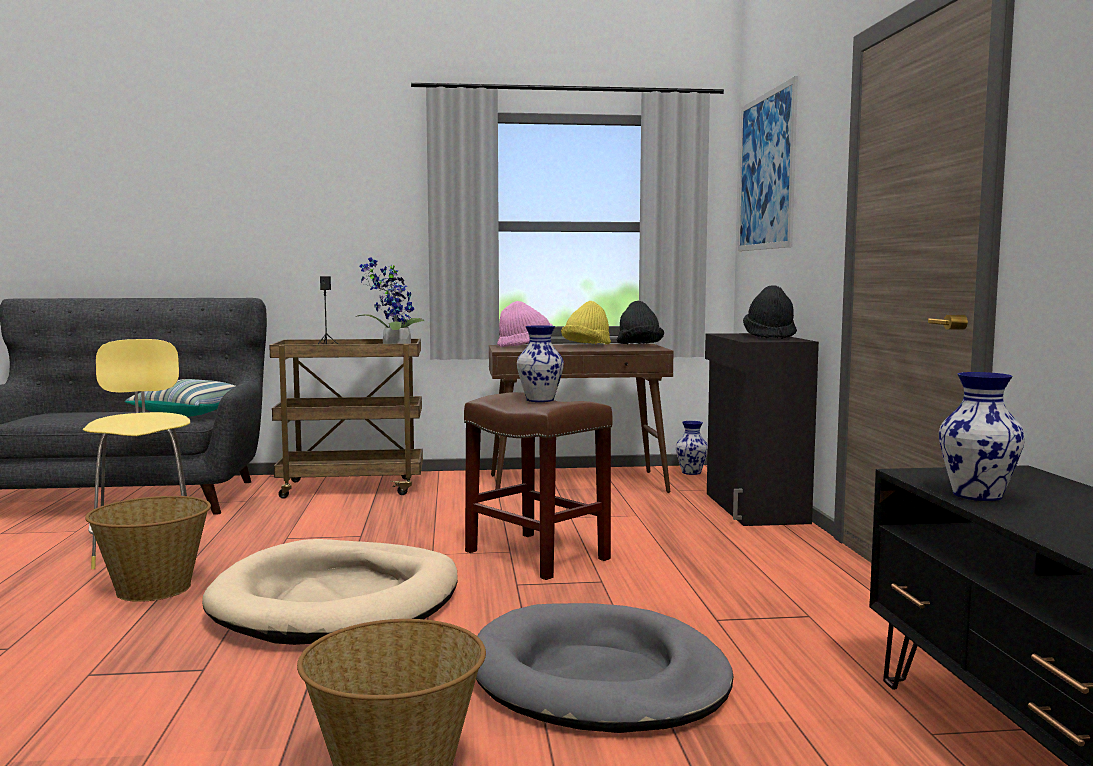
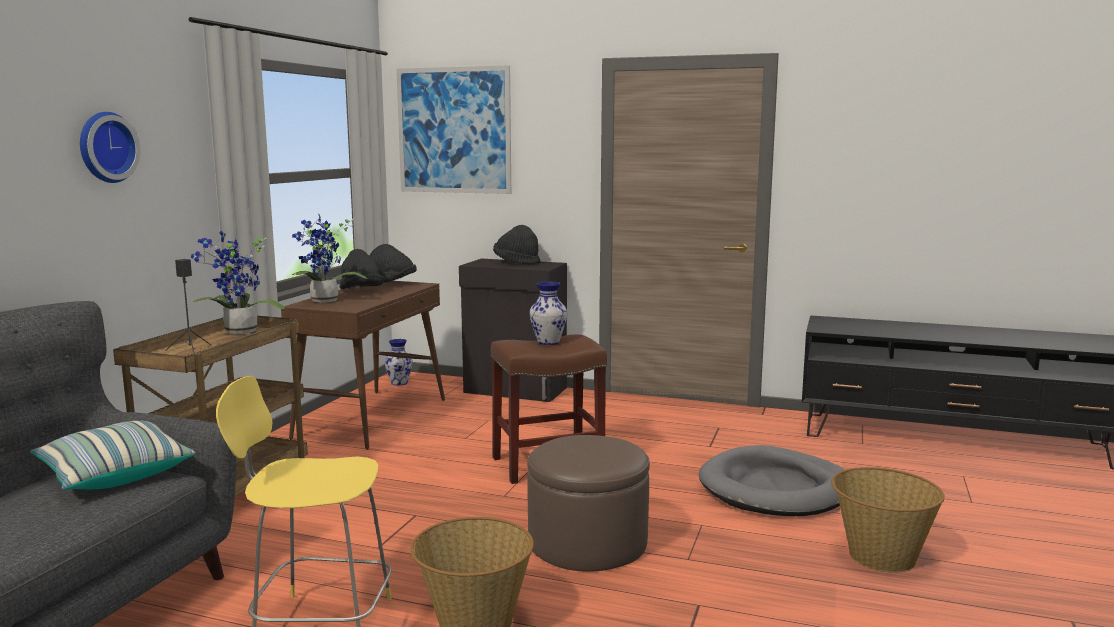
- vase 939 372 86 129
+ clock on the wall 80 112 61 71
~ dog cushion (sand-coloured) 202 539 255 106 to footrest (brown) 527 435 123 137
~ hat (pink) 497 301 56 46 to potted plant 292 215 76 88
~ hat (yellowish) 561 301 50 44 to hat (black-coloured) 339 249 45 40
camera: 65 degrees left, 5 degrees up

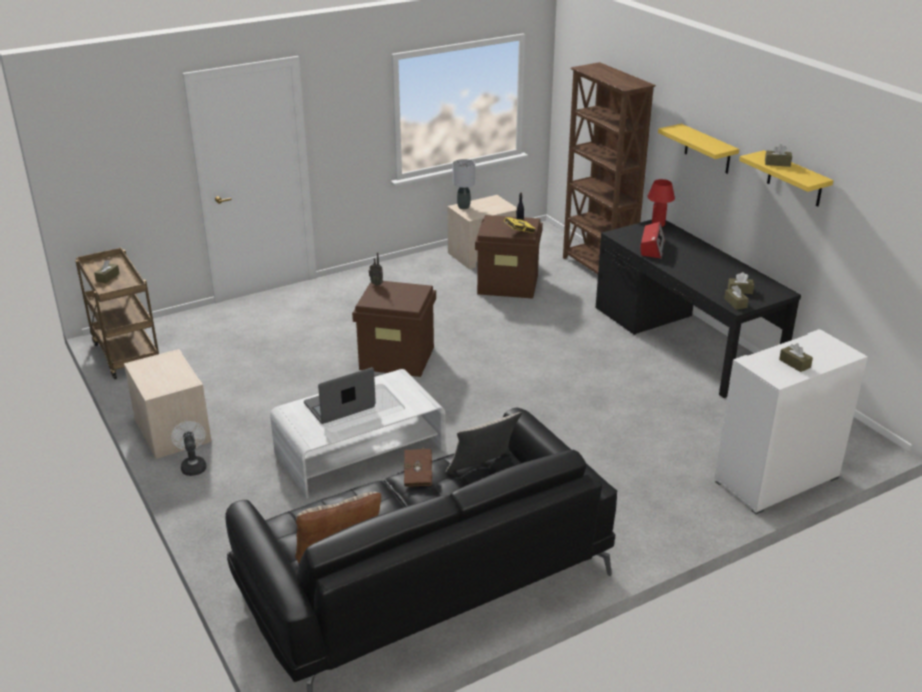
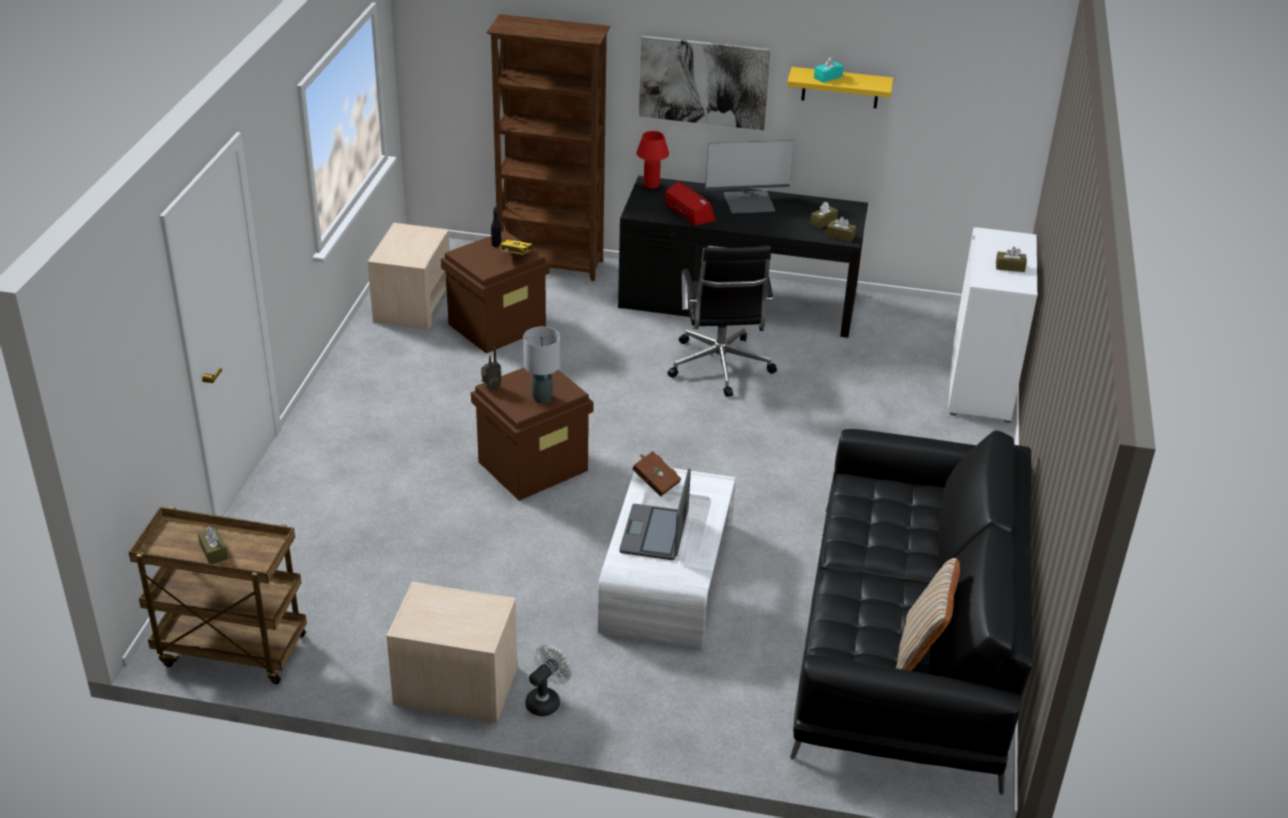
- pillow (sand-coloured) 445 412 77 62
+ office chair (black-coloured) 667 246 110 151
+ computer display 705 140 89 73
~ volume (brown) 404 448 28 39 to 632 451 49 46
~ lamp for a table (greyish) 453 159 22 50 to 523 327 37 76
~ bracket shelf (yellowish) 658 124 81 50 to wall picture 639 36 132 94
~ tissue holder (brown) 765 144 27 23 to tissue holder (turquoise-coloured) 814 56 30 27
~ fan (whitish) 171 421 36 55 = 525 644 47 72 105 degrees clockwise
camera: 50 degrees left, 5 degrees up

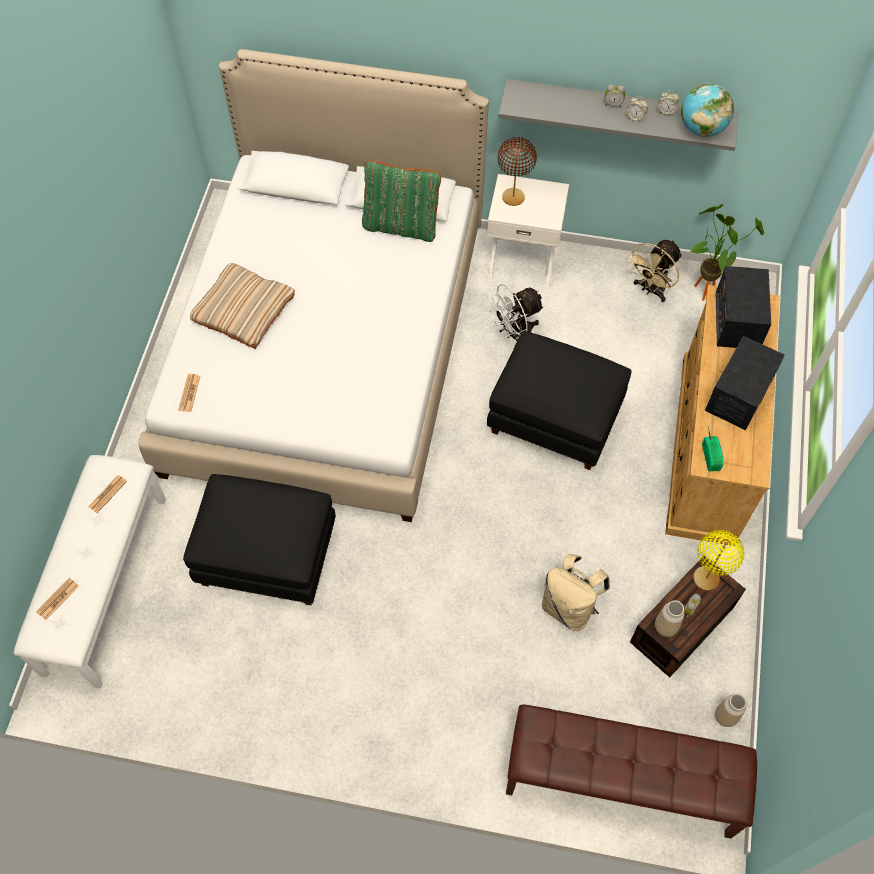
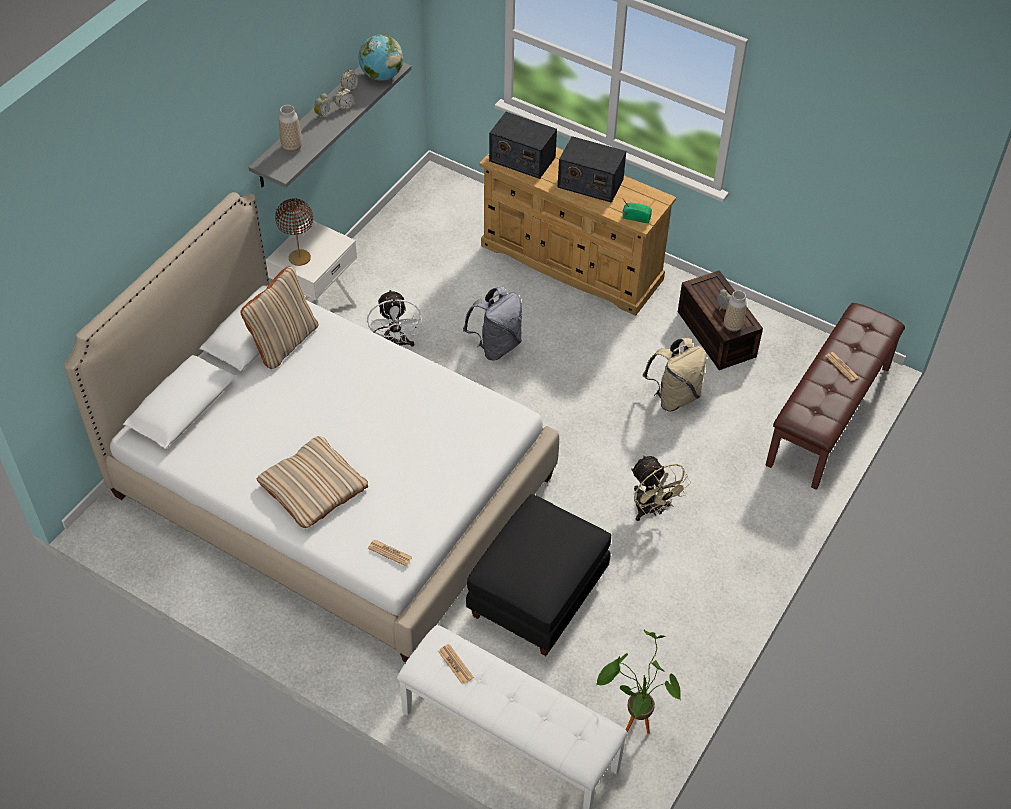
- lamp for a table (yellowish) 693 530 51 61
~ newspaper 36 578 43 42 to 825 352 34 30
~ fan (sand-coloured) 626 240 56 62 to 631 455 60 66
~ potted plant 689 204 75 97 to 596 630 85 104
~ vase 715 694 31 33 to 279 105 23 47
~ footrest (black-coloured) 487 331 145 139 to knapsack (greyish) 463 287 59 74
~ pillow (green-coloured) 362 160 79 82 to pillow (sand-coloured) 241 266 78 103
~ radio receiver 705 336 80 94 = 557 136 69 67 150 degrees clockwise
camera: 70 degrees left, 10 degrees down

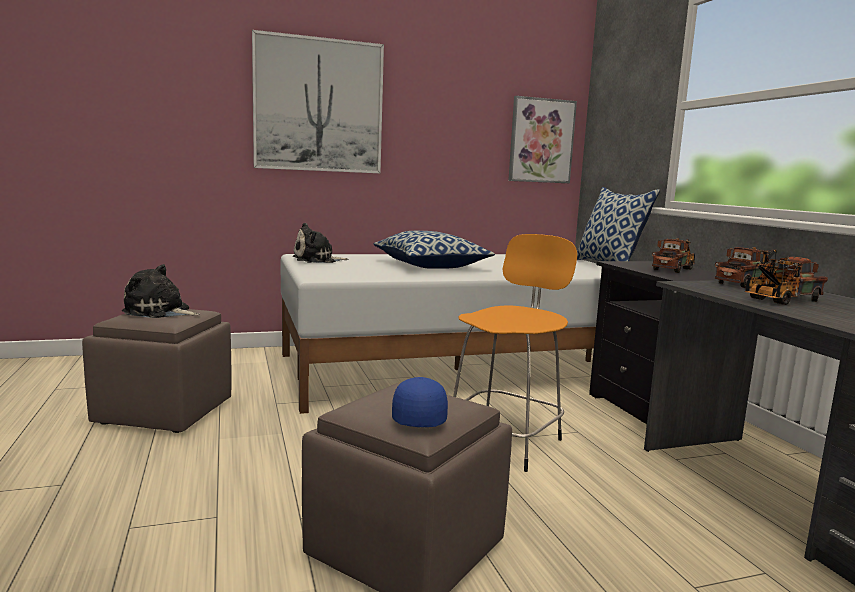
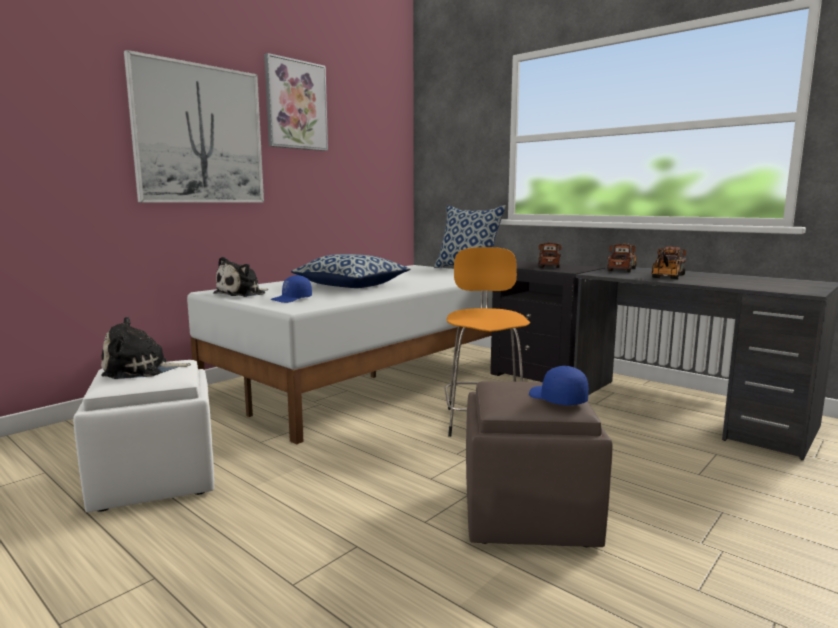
+ baseball cap (blue-coloured) 270 275 42 28
~ wall picture 508 96 69 87 to 264 53 64 98
~ footrest (brown) 82 309 149 124 to footrest (whitish) 73 360 141 152
camera: 30 degrees left, 0 degrees up

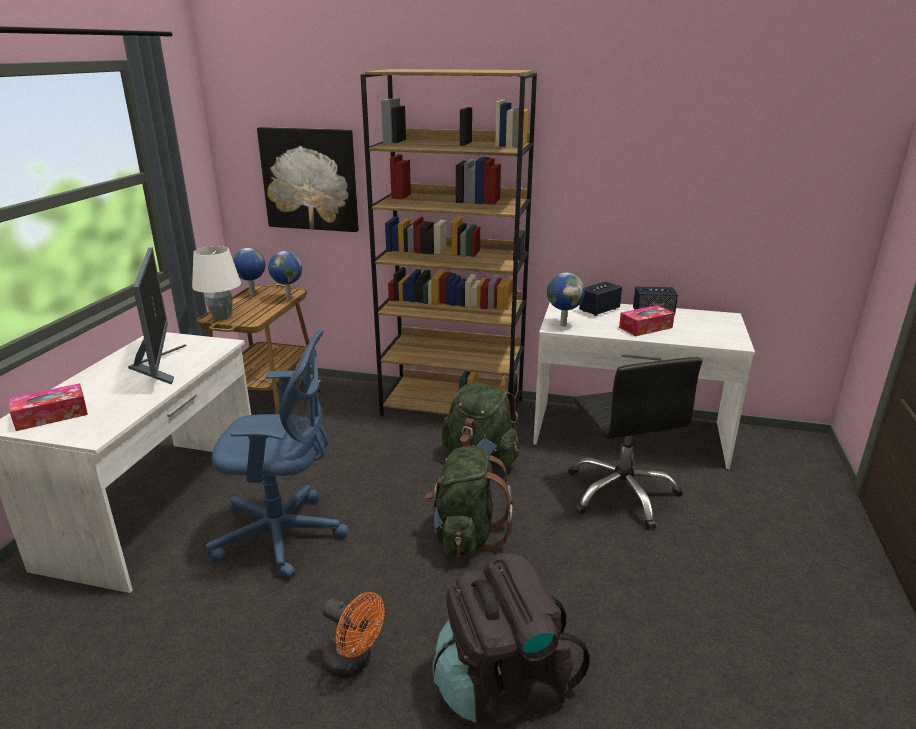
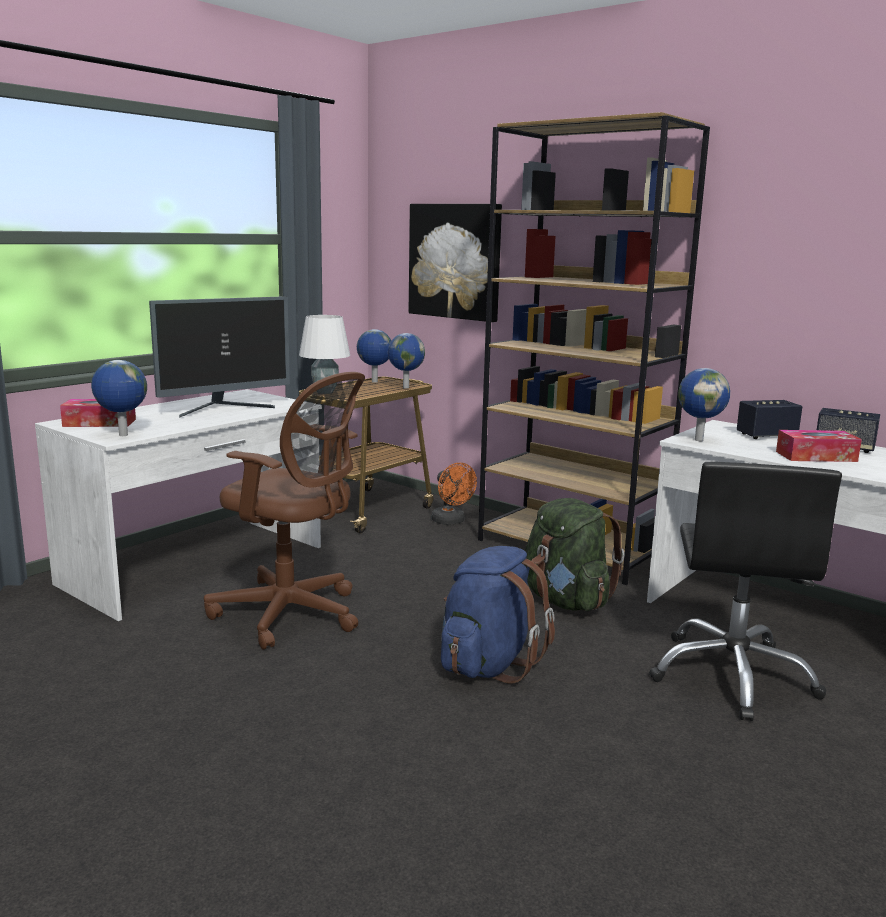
- knapsack (black-coloured) 432 553 158 172
+ world globe 91 360 56 76
~ fan (orange-coloured) 322 592 63 86 to 431 463 46 62
~ office chair (blue-coloured) 206 329 143 251 to office chair (brown) 204 372 161 278
~ knapsack (green-coloured) 425 446 88 111 to knapsack (blue-coloured) 441 546 114 138
~ computer display 128 247 58 138 = 149 296 141 122 45 degrees clockwise
camera: 25 degrees right, 10 degrees down

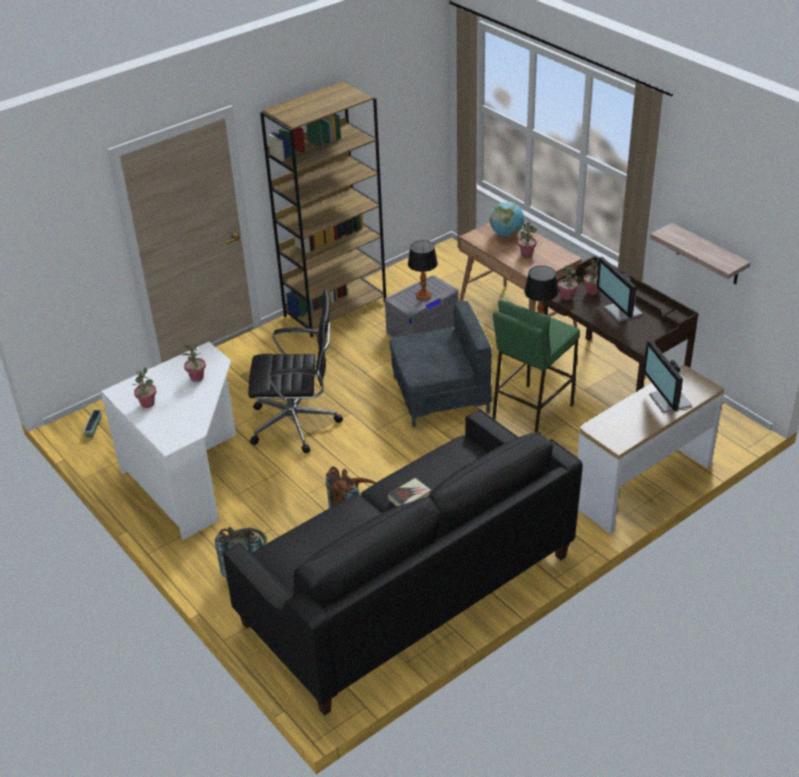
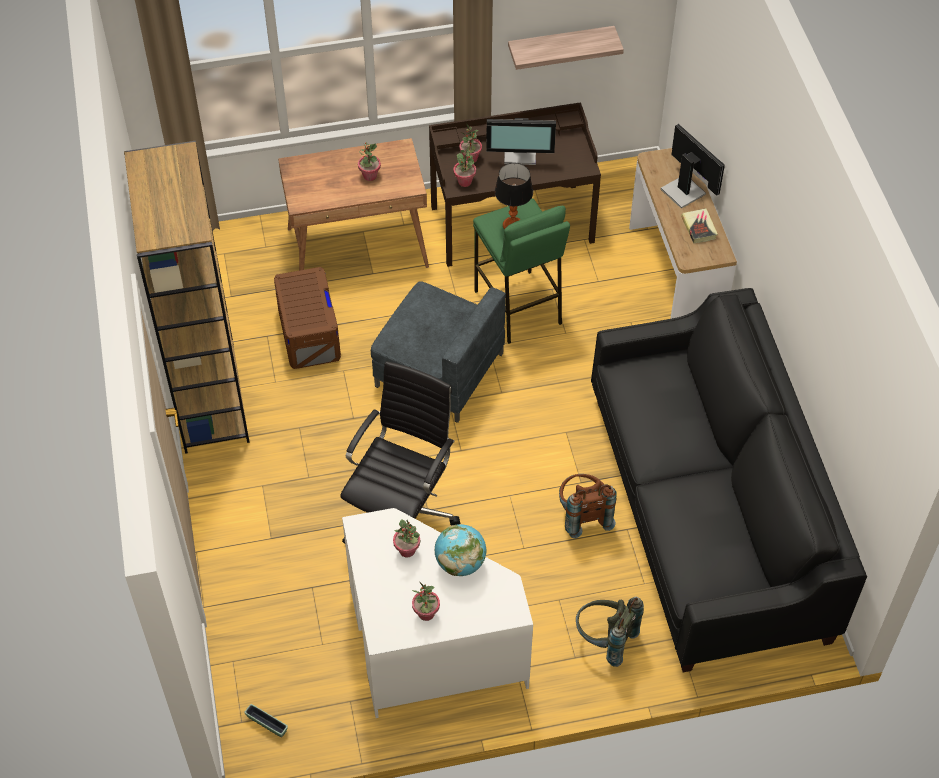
- lamp for a table 408 240 30 60
~ volume 388 478 43 28 to 681 208 37 35
~ world globe 490 202 34 35 to 435 524 52 52
~ storage bin (greyish) 385 275 74 62 to storage bin (brown) 274 267 67 102
~ lounge chair (greyish) 390 301 102 126 = 371 281 135 142 105 degrees clockwise
~ computer display 643 339 49 75 = 661 124 64 84 135 degrees counterclockwise
camera: 65 degrees left, 15 degrees up

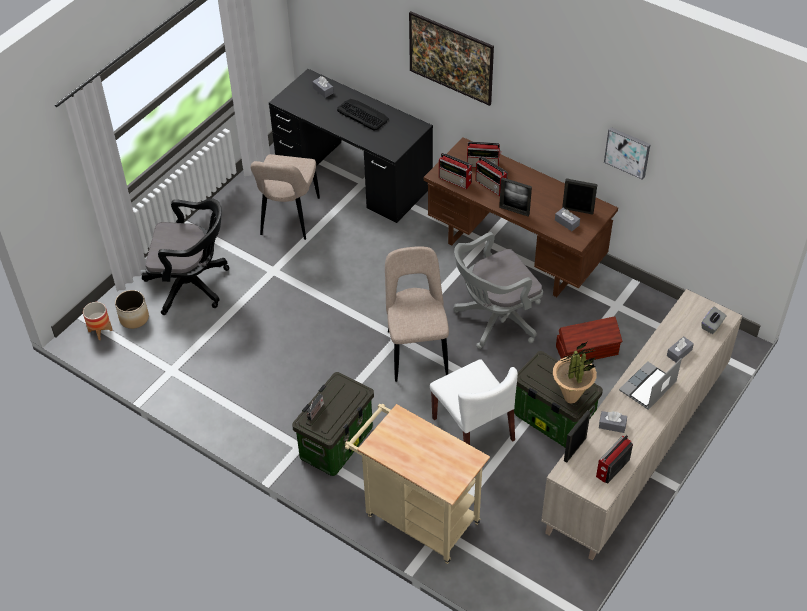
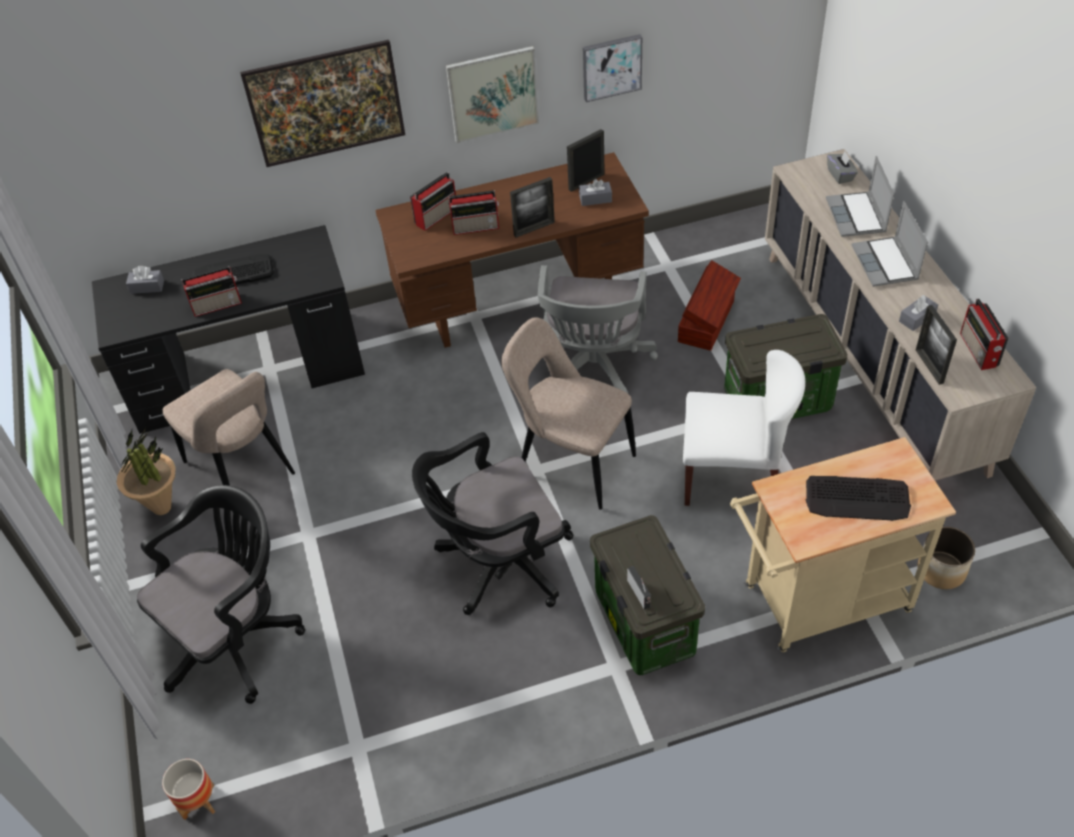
+ office chair (black-coloured) 412 432 161 183
+ wall picture 446 46 93 97
+ keyboard 806 476 105 45
~ plant pot 115 290 34 39 to 917 526 58 63
~ radio receiver 439 153 33 36 to 181 266 61 51
~ potted plant 553 341 44 62 to 117 428 59 87
~ tissue holder (greyish) 667 336 27 26 to portable computer 826 156 68 81
camera: 50 degrees left, 0 degrees up

